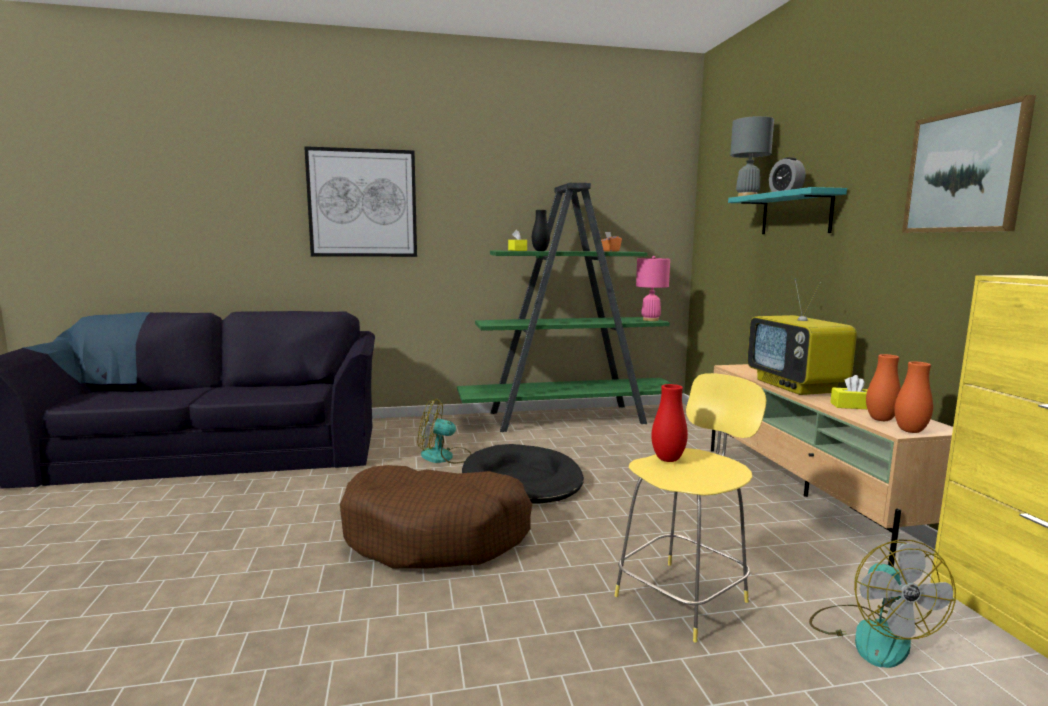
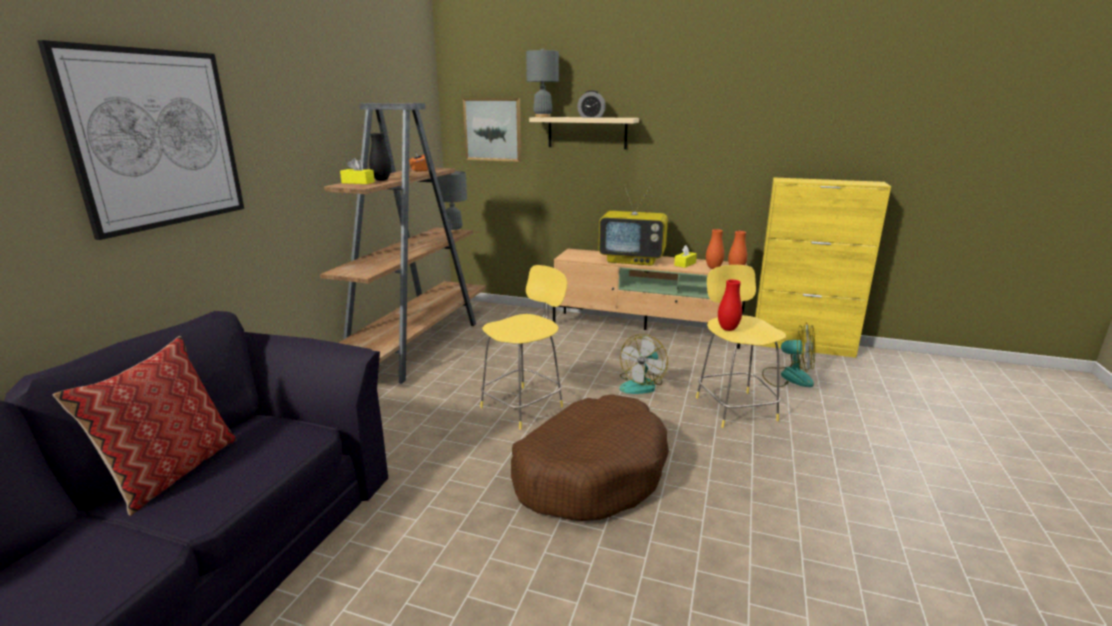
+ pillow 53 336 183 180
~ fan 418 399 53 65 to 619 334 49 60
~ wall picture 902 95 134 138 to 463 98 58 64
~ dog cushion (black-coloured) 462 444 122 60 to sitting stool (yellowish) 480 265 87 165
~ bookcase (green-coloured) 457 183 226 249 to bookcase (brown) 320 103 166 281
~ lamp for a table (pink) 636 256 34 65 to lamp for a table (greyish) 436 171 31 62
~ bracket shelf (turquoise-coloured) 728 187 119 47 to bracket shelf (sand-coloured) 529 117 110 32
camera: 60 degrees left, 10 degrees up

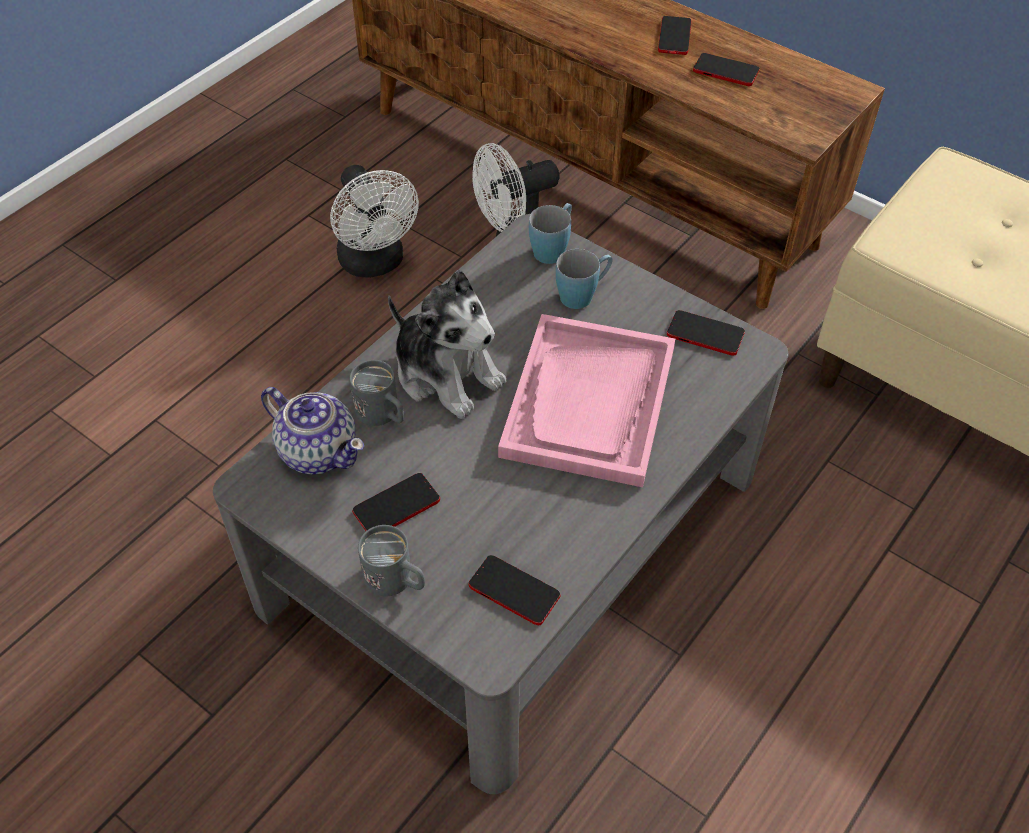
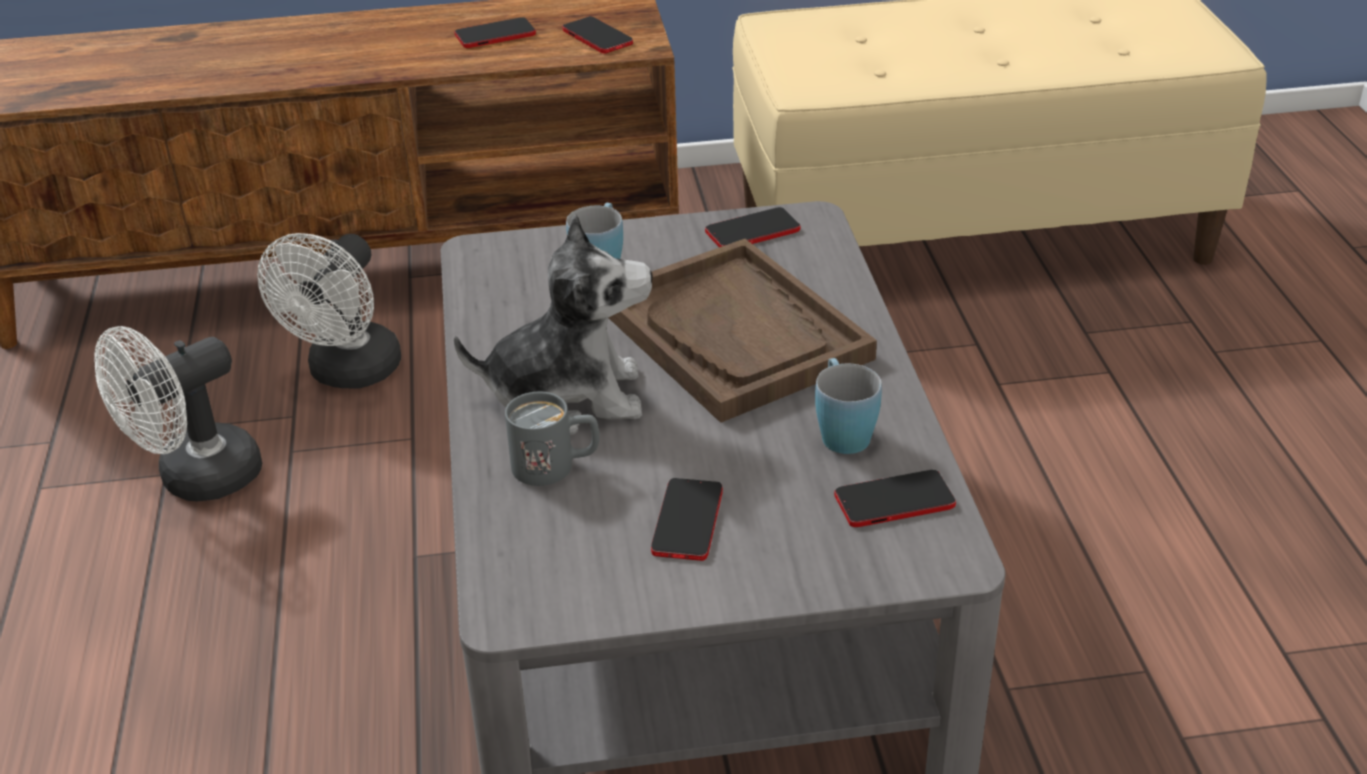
- pot for tea 261 387 103 88
- coffee mug (greyish) 358 525 67 71
~ coffee mug (blue-coloured) 529 203 43 61 to 815 358 67 96
~ telephone 658 16 33 39 to 563 16 70 38
~ carrying tray (pink) 498 314 177 173 to carrying tray (brown) 608 239 269 184
~ fan (whitish) 330 165 89 113 = 94 326 168 175 120 degrees clockwise
camera: 45 degrees left, 15 degrees down

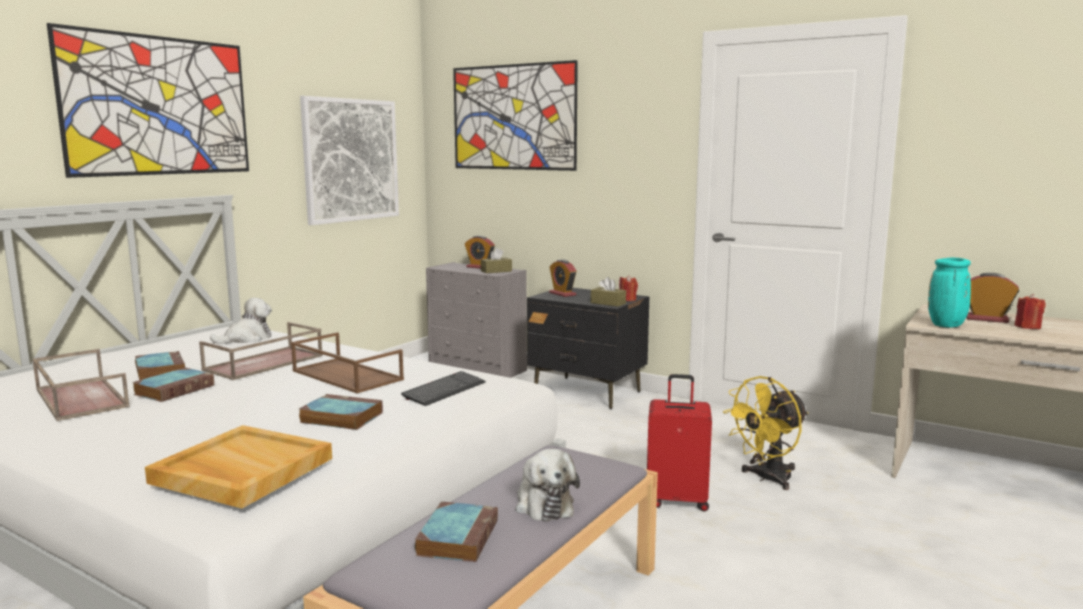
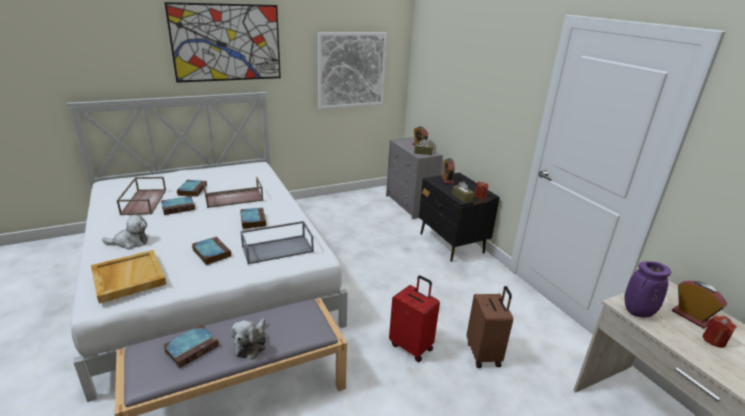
- wall picture 453 60 125 111
~ plush toy 210 298 62 46 to 102 215 47 35
~ carrying tray (brown) 291 332 113 61 to volume 240 207 26 22
~ keyboard 401 371 85 35 to carrying tray (greyish) 240 221 74 43
~ fan (yellowish) 723 376 86 114 to travel case (brown) 467 286 46 82
~ vase (turquoise-coloured) 928 258 43 70 to vase (purple-coloured) 625 261 46 57
camera: 30 degrees right, 15 degrees up

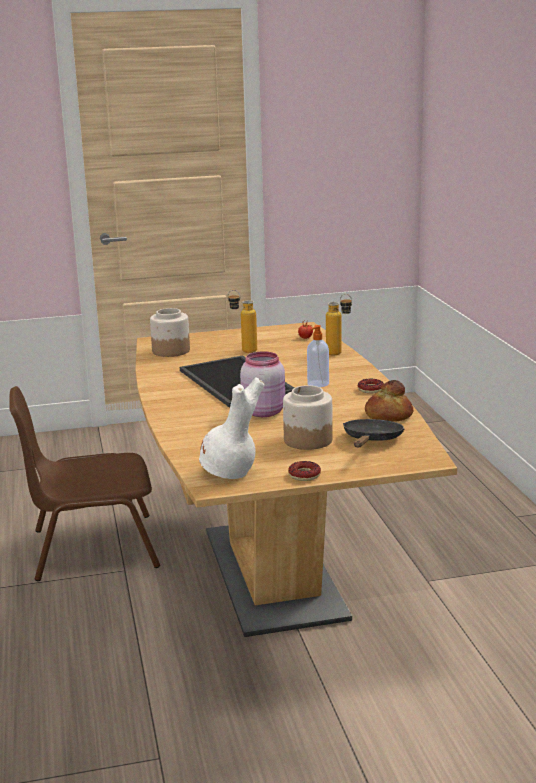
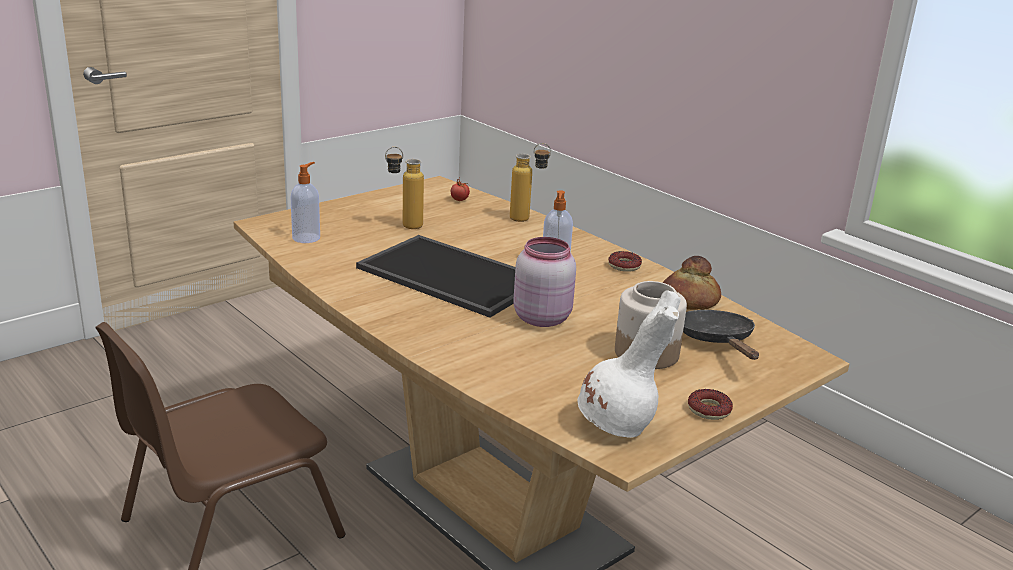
~ storage jar 150 308 40 49 to soap dispenser 290 162 30 81
camera: 30 degrees left, 5 degrees up

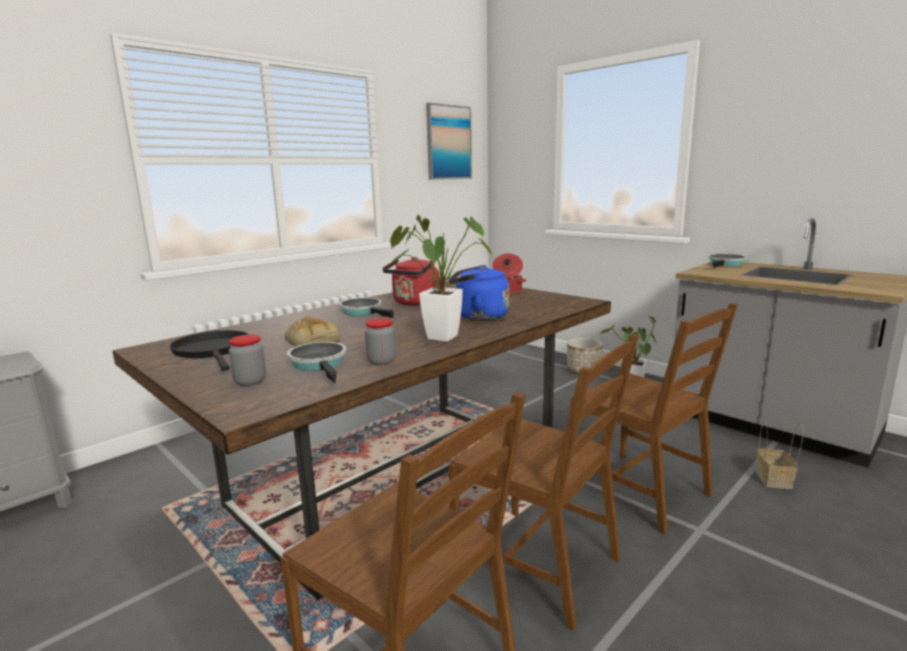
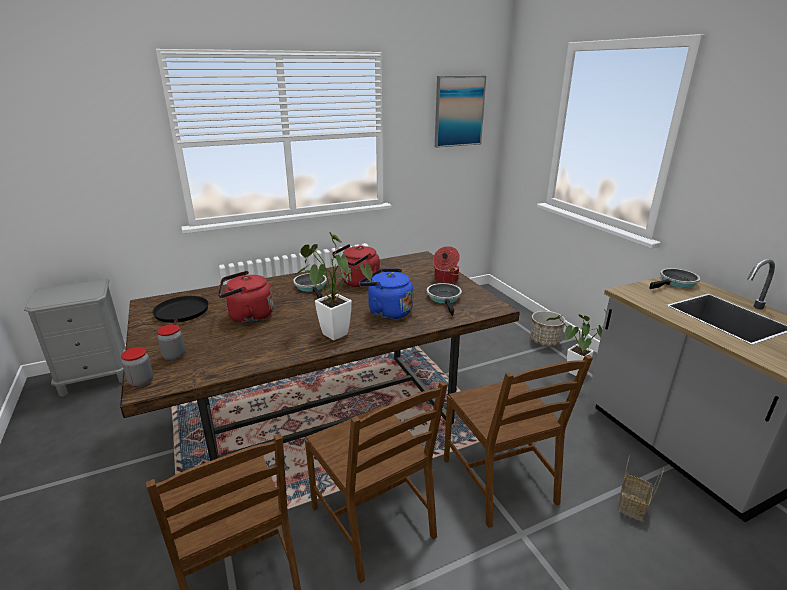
~ skillet 287 342 60 41 to 427 283 35 33
~ storage jar 365 318 31 47 to 121 347 32 40
~ bread 285 316 56 31 to kettle (red) 218 271 55 52
camera: 20 degrees right, 10 degrees up

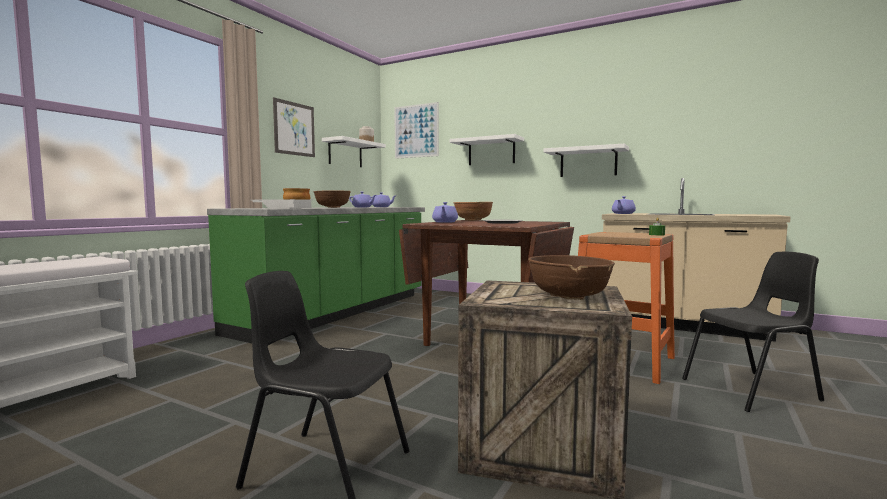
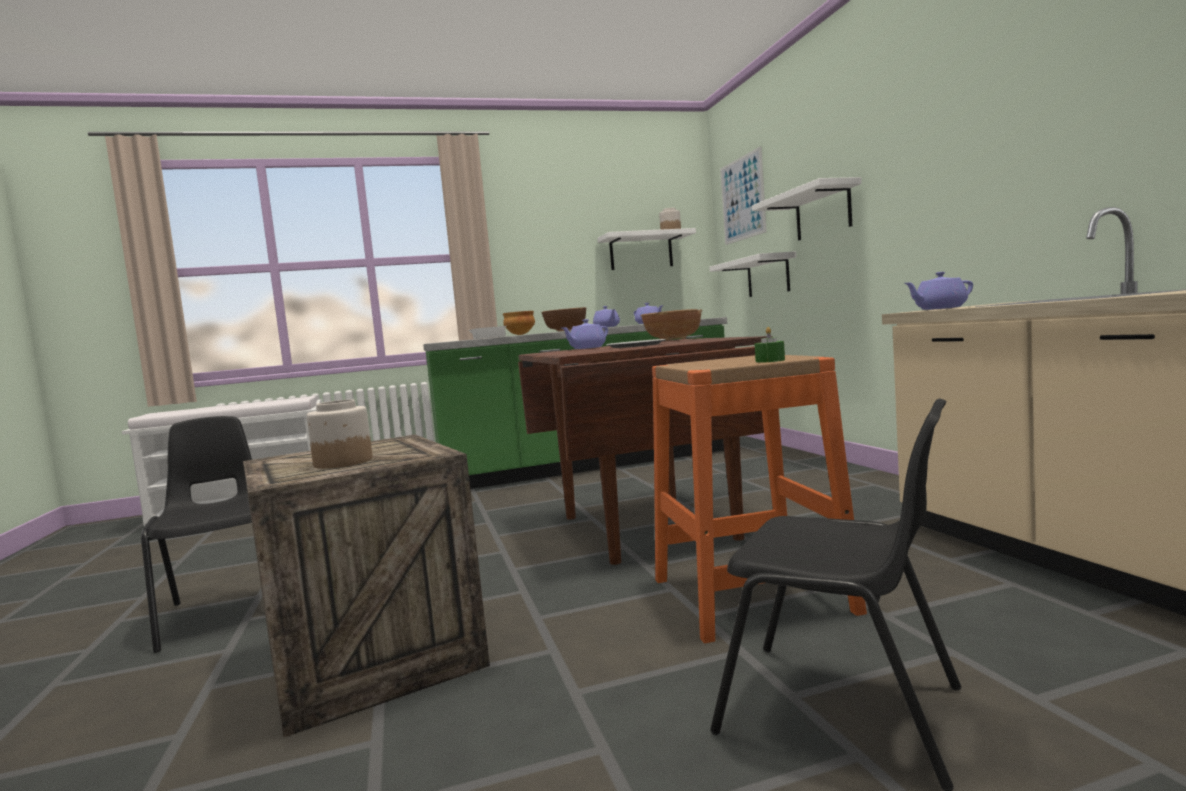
- wall picture 273 97 42 60
~ bracket shelf (whitish) 544 143 85 34 to 709 251 87 46
~ deep dish (brown) 528 255 87 45 to storage jar 307 400 66 69
camera: 45 degrees right, 0 degrees up

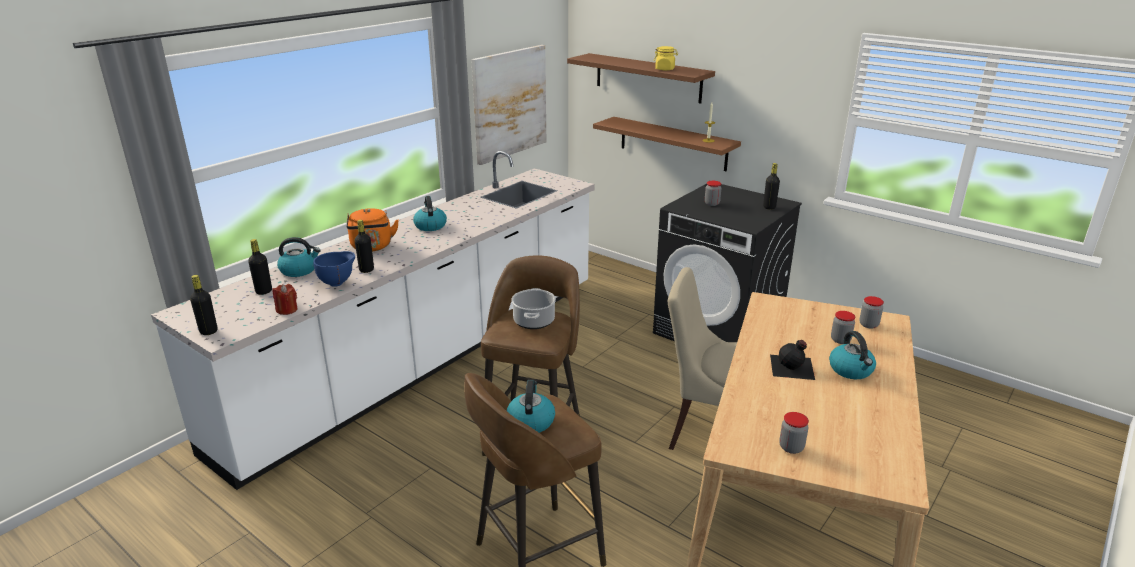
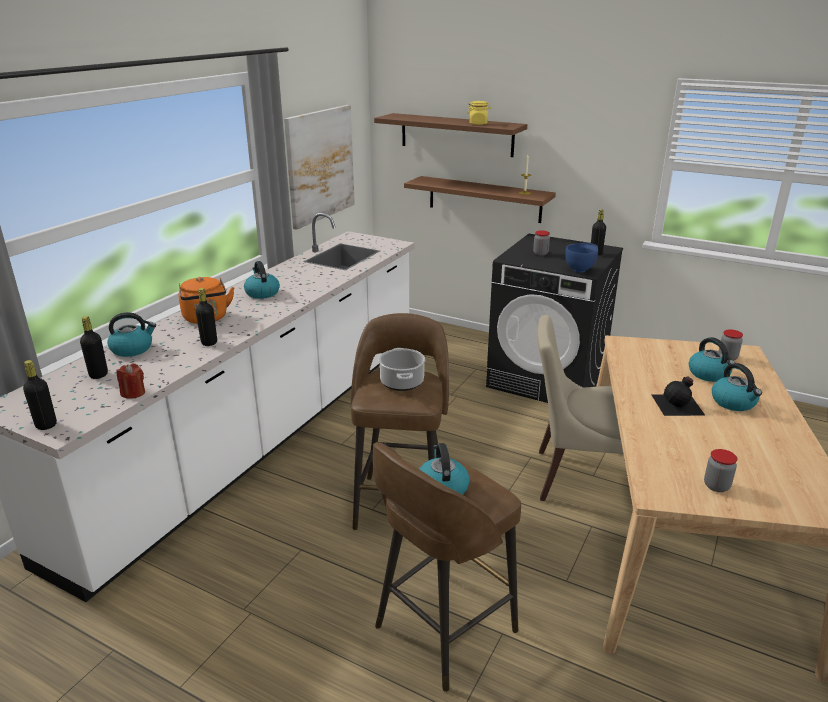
~ deep dish (blue-coloured) 313 251 42 36 to 565 243 33 30
~ storage jar 831 311 24 33 to kettle 689 337 46 45
camera: 10 degrees left, 0 degrees up

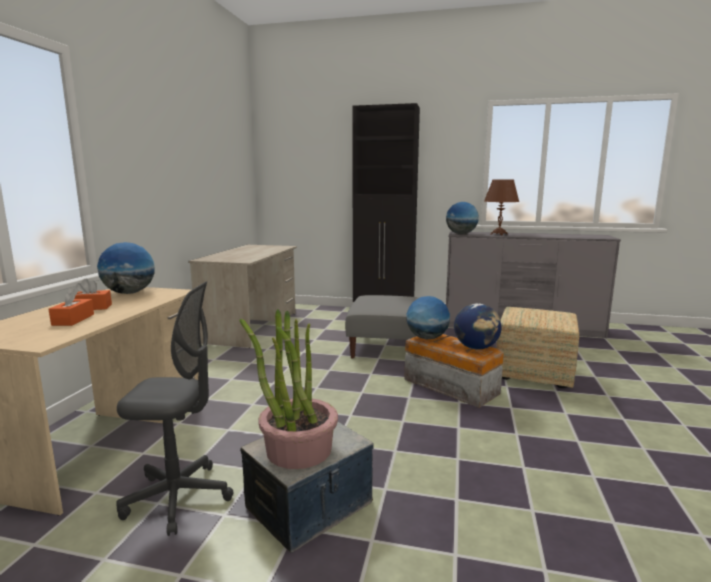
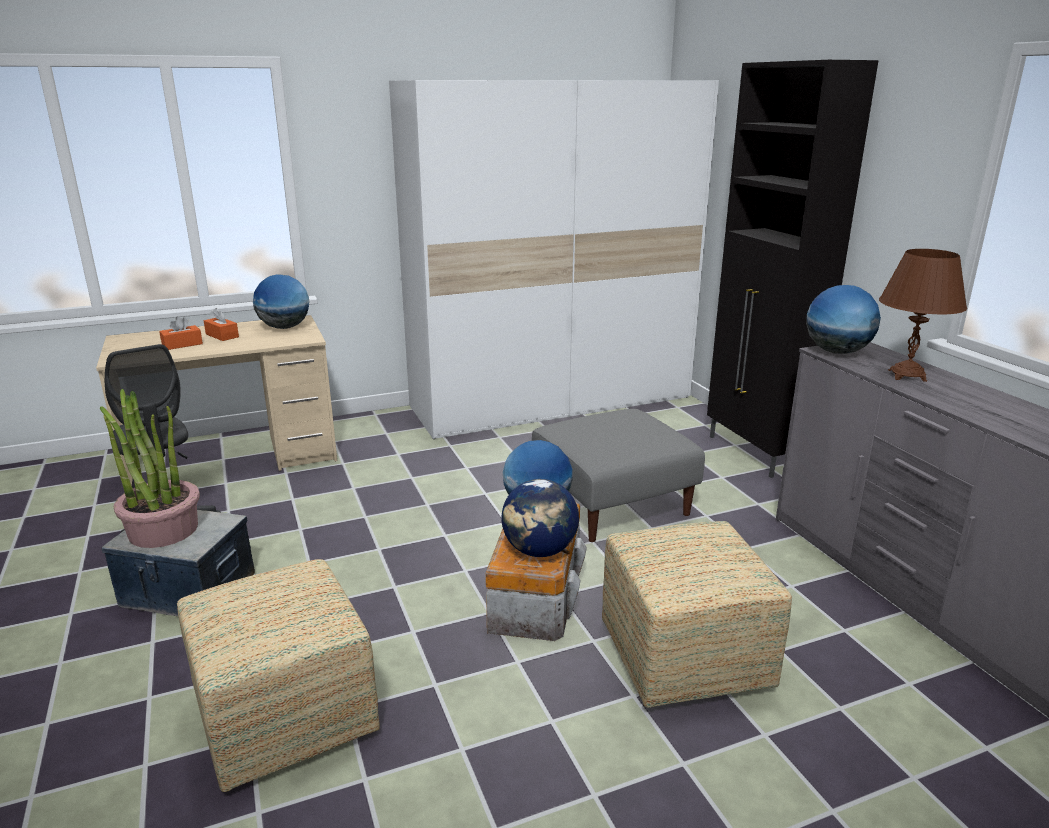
+ footrest 177 559 203 233
~ desk (sand-coloured) 188 245 109 103 to clothes cupboard (whitish) 389 80 330 359
camera: 55 degrees right, 10 degrees up

